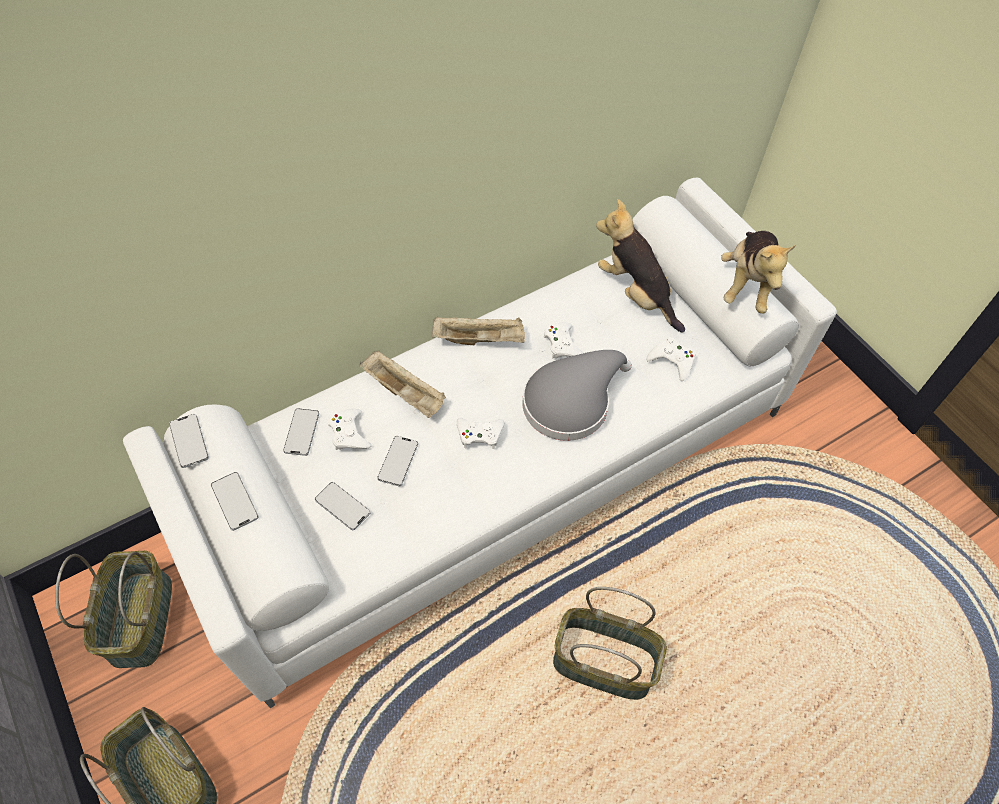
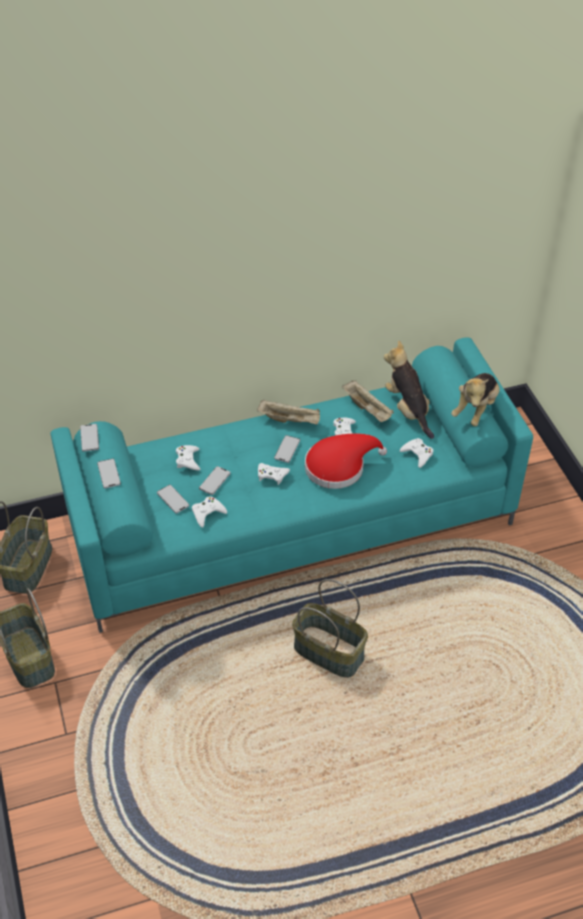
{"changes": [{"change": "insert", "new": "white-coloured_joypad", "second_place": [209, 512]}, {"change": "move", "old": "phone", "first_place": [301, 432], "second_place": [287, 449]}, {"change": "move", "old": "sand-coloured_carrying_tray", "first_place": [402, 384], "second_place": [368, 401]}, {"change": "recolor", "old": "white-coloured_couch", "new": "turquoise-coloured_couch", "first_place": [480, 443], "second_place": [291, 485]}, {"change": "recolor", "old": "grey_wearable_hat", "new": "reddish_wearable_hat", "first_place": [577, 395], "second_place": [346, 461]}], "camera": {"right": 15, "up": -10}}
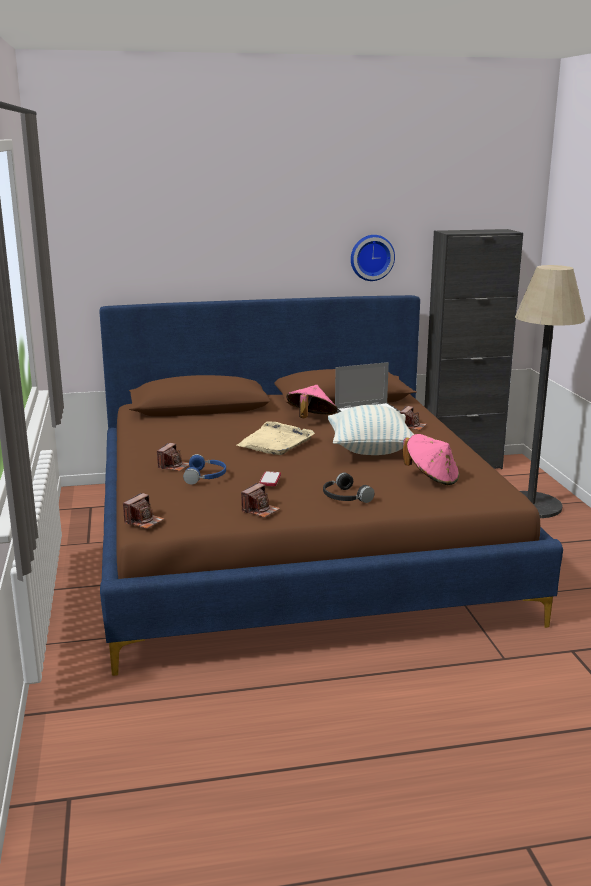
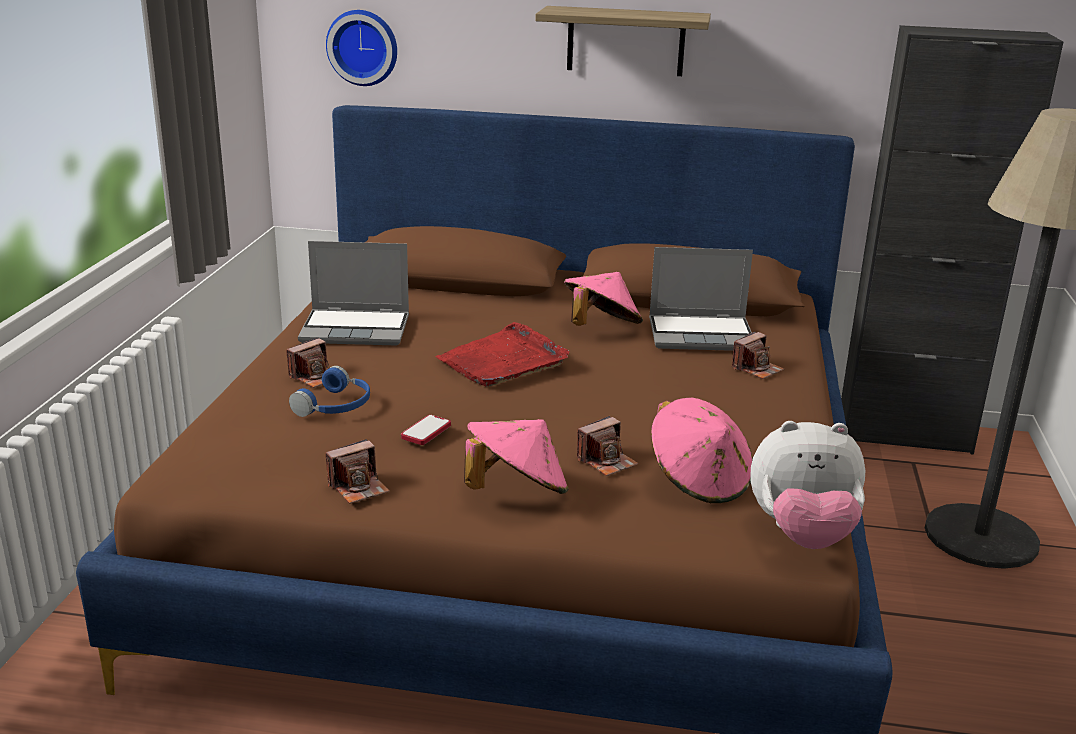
{"changes": [{"change": "delete", "old": "pillow", "first_place": [371, 430]}, {"change": "insert", "new": "laptop", "second_place": [353, 293]}, {"change": "insert", "new": "bracket_shelf", "second_place": [623, 41]}, {"change": "insert", "new": "soft_toy", "second_place": [808, 485]}, {"change": "move", "old": "still_camera", "first_place": [144, 511], "second_place": [608, 446]}, {"change": "move", "old": "wall_clock", "first_place": [373, 258], "second_place": [361, 48]}, {"change": "replace", "old": "black-coloured_headset", "new": "pink-coloured_wearable_hat", "first_place": [349, 488], "second_place": [516, 456]}, {"change": "recolor", "old": "sand-coloured_carrying_tray", "new": "reddish_carrying_tray", "first_place": [276, 438], "second_place": [502, 354]}], "camera": {"right": 20, "up": 5}}
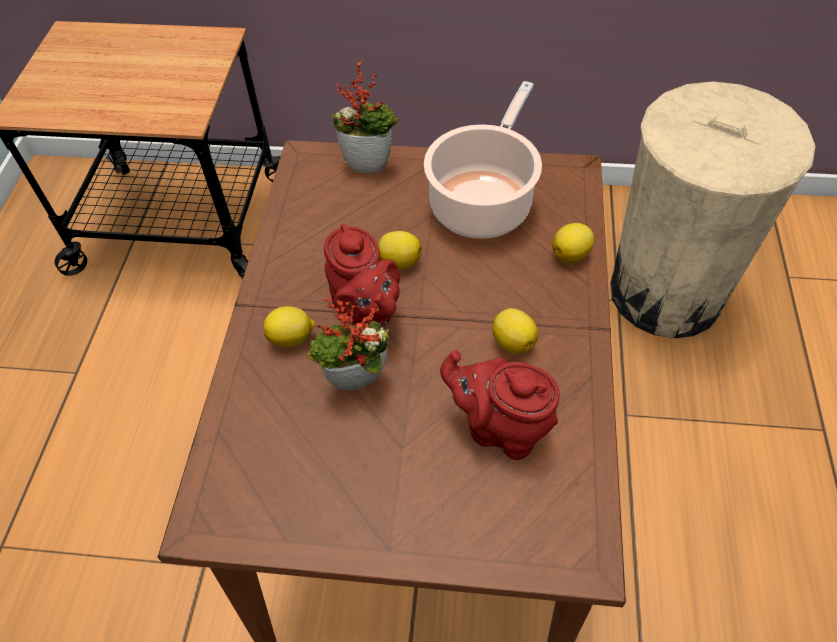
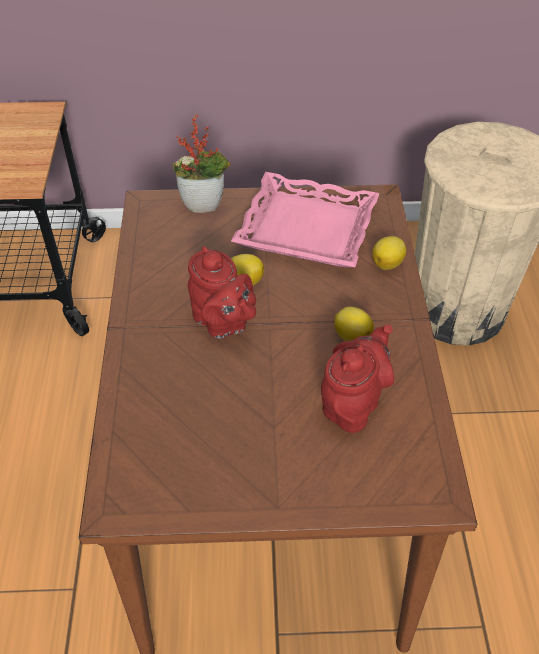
{"changes": [{"change": "delete", "old": "whole_lemon", "first_place": [289, 326]}, {"change": "delete", "old": "houseplant", "first_place": [348, 344]}, {"change": "replace", "old": "saucepot", "new": "pink-coloured_carrying_tray", "first_place": [483, 160], "second_place": [305, 219]}, {"change": "rotate", "old": "reddish_teapot", "first_place": [499, 405], "second_place": [357, 379], "degrees": 105}], "camera": {"right": -10, "up": -5}}
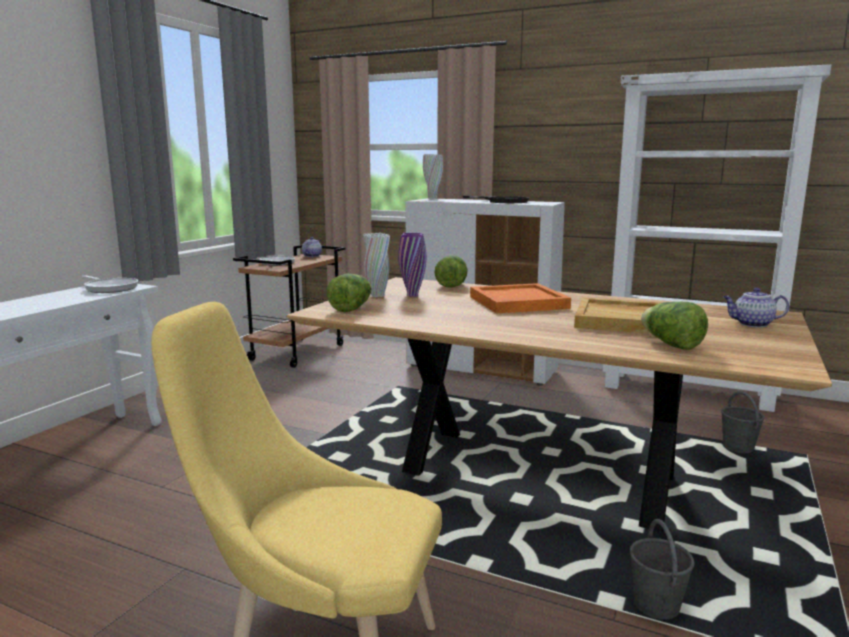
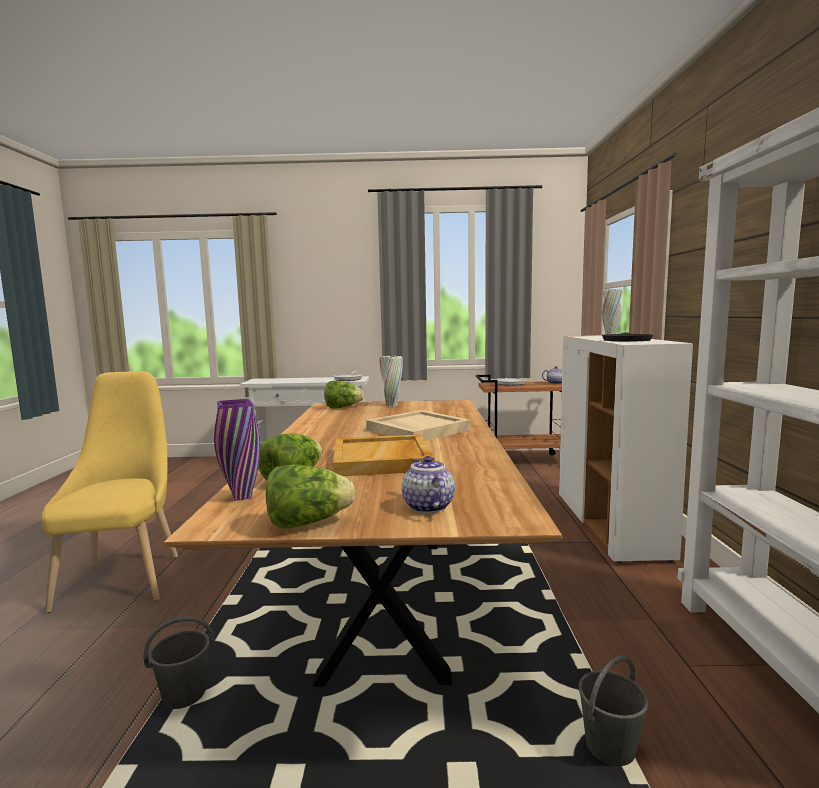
{"changes": [{"change": "move", "old": "purplish_vase", "first_place": [412, 264], "second_place": [237, 449]}, {"change": "move", "old": "lettuce", "first_place": [451, 271], "second_place": [310, 496]}, {"change": "recolor", "old": "orange_carrying_tray", "new": "sand-coloured_carrying_tray", "first_place": [520, 298], "second_place": [418, 425]}], "camera": {"right": 65, "up": -5}}
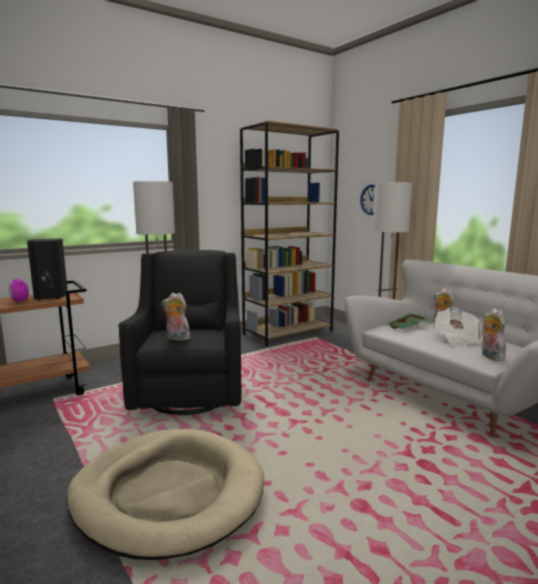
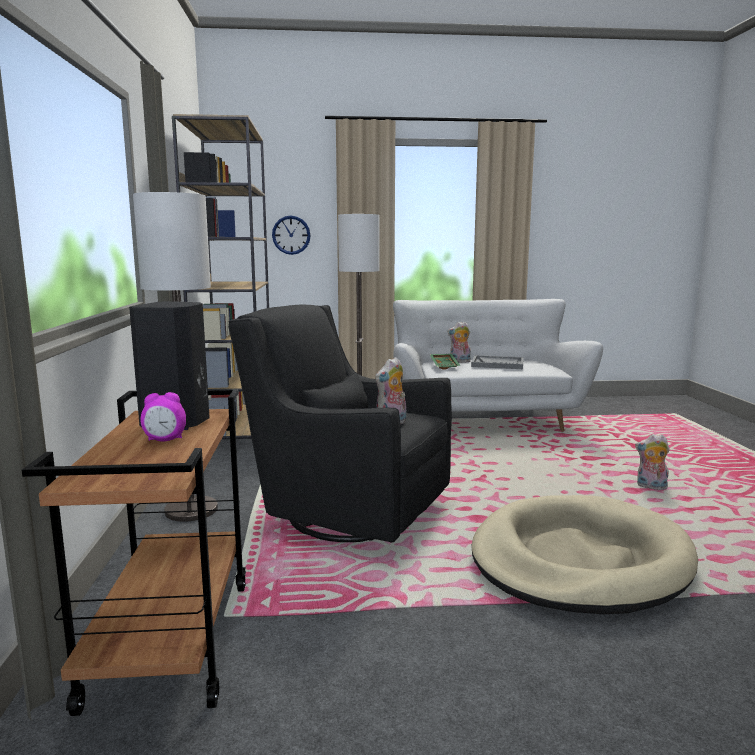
{"changes": [{"change": "move", "old": "soft_toy", "first_place": [495, 334], "second_place": [652, 462]}, {"change": "replace", "old": "newspaper", "new": "grey_carrying_tray", "first_place": [458, 327], "second_place": [497, 362]}], "camera": {"right": -60, "up": 0}}
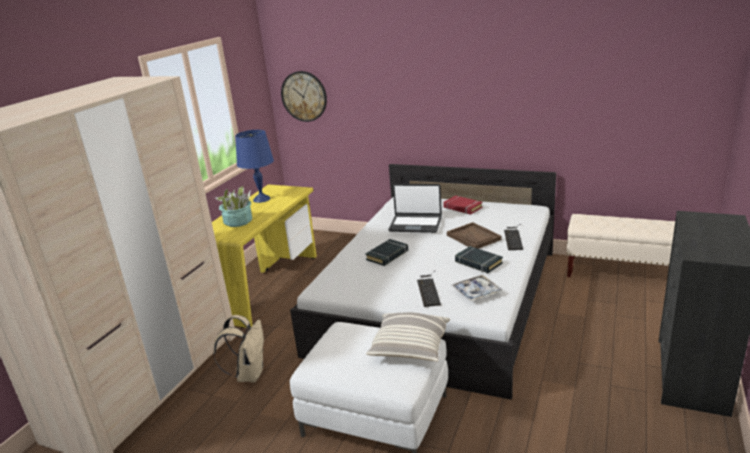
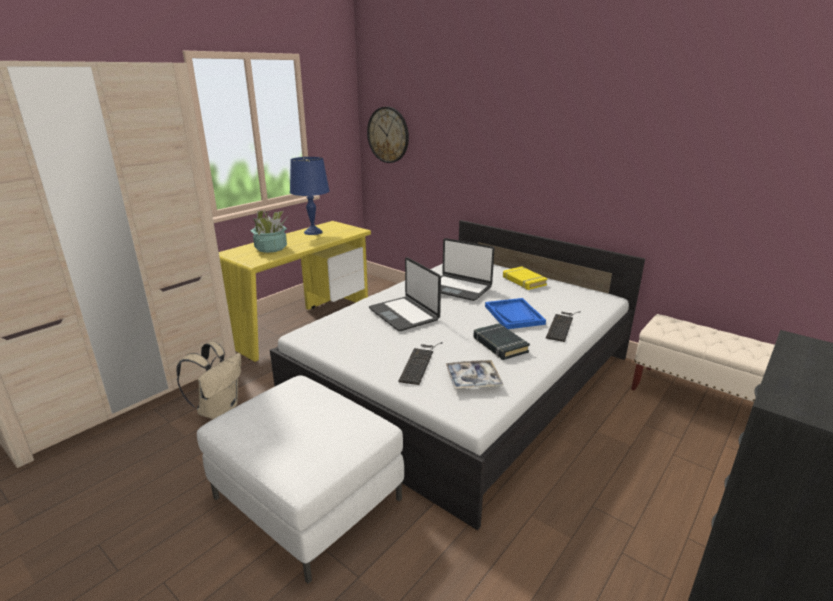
{"changes": [{"change": "delete", "old": "pillow", "first_place": [408, 337]}, {"change": "replace", "old": "black-coloured_book", "new": "laptop", "first_place": [386, 252], "second_place": [405, 294]}, {"change": "recolor", "old": "reddish_book", "new": "yellow_book", "first_place": [463, 205], "second_place": [525, 278]}, {"change": "recolor", "old": "brown-coloured_carrying_tray", "new": "bluish_carrying_tray", "first_place": [474, 235], "second_place": [515, 313]}], "camera": {"right": 15, "up": 0}}
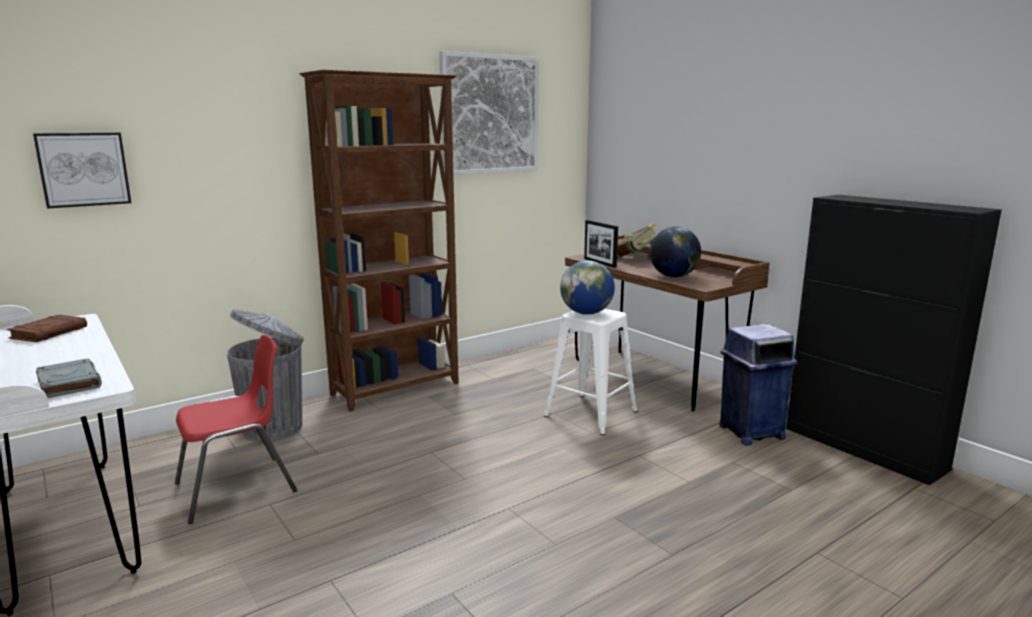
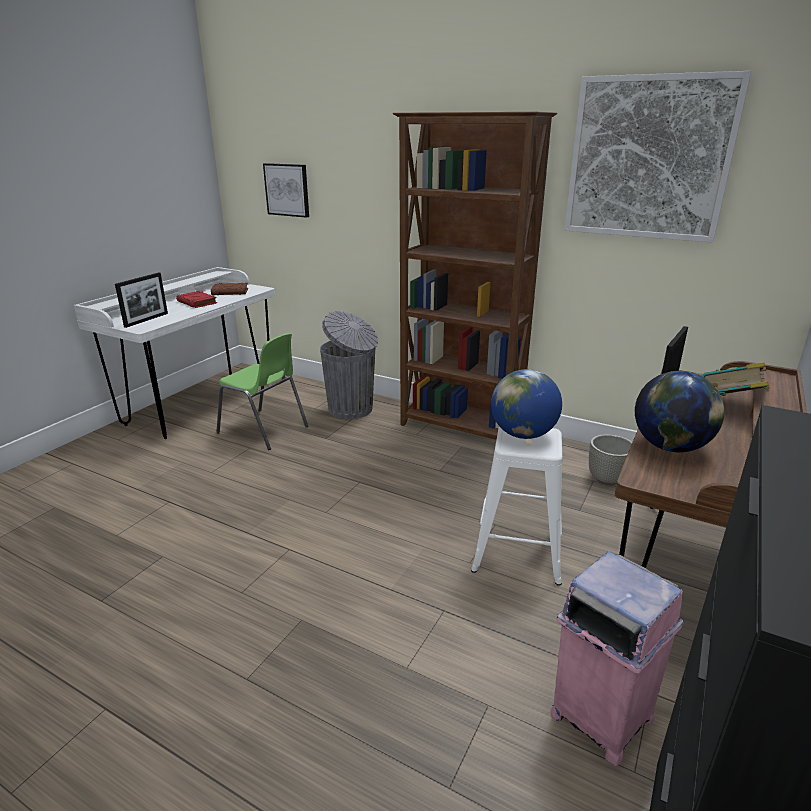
{"changes": [{"change": "insert", "new": "reddish_book", "second_place": [196, 299]}, {"change": "insert", "new": "grey_plant_pot", "second_place": [610, 459]}, {"change": "replace", "old": "grey_book", "new": "photo_frame", "first_place": [69, 378], "second_place": [141, 300]}, {"change": "recolor", "old": "reddish_plain_chair", "new": "green_plain_chair", "first_place": [236, 429], "second_place": [262, 391]}, {"change": "recolor", "old": "bluish_rubbish_bin", "new": "pink-coloured_rubbish_bin", "first_place": [758, 385], "second_place": [616, 659]}], "camera": {"right": 65, "up": 10}}
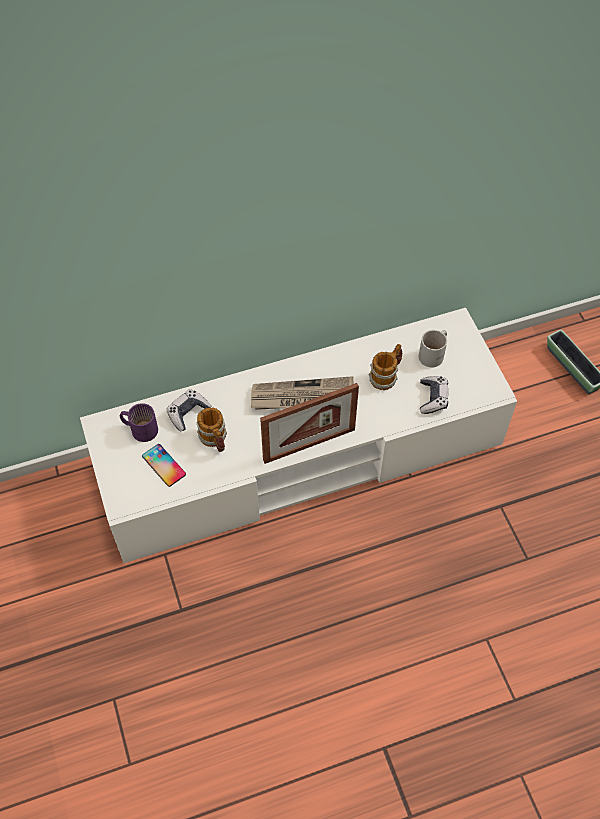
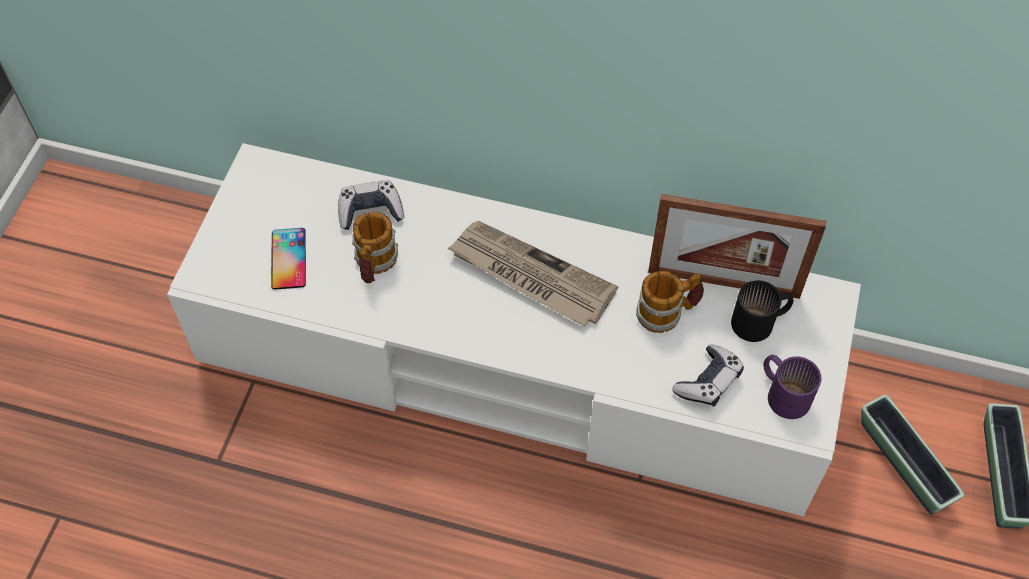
{"changes": [{"change": "insert", "new": "plant_pot", "second_place": [912, 454]}, {"change": "move", "old": "purplish_tea_mug", "first_place": [139, 422], "second_place": [793, 387]}, {"change": "move", "old": "photo_frame", "first_place": [309, 423], "second_place": [737, 246]}, {"change": "recolor", "old": "white-coloured_tea_mug", "new": "black-coloured_tea_mug", "first_place": [433, 348], "second_place": [762, 311]}], "camera": {"right": 35, "up": 0}}
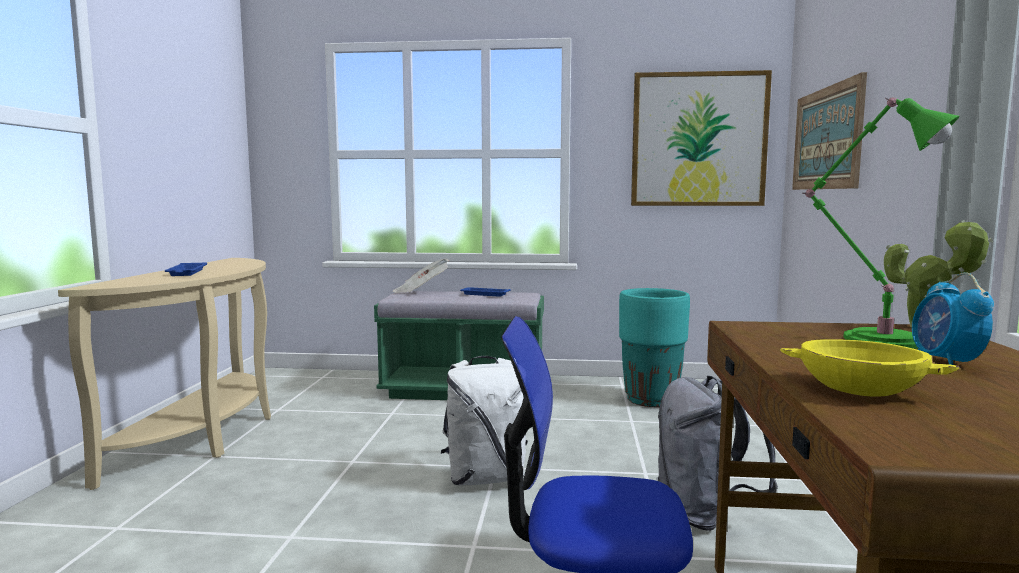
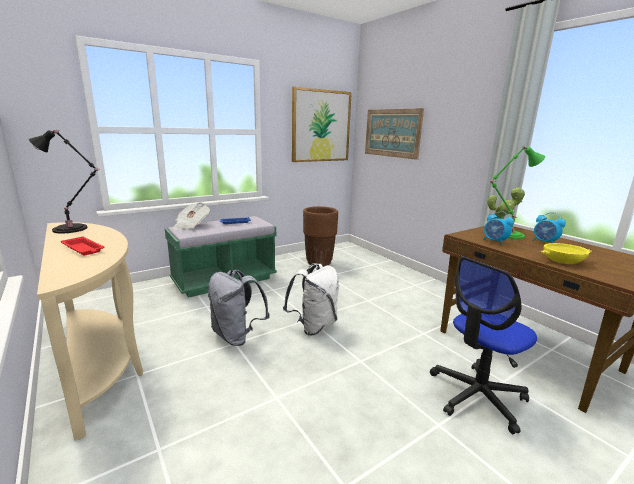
{"changes": [{"change": "insert", "new": "black-coloured_table_lamp", "second_place": [64, 181]}, {"change": "insert", "new": "table_clock", "second_place": [498, 228]}, {"change": "move", "old": "grey_knapsack", "first_place": [717, 453], "second_place": [239, 308]}, {"change": "recolor", "old": "bluish_carrying_tray", "new": "reddish_carrying_tray", "first_place": [186, 269], "second_place": [83, 245]}, {"change": "recolor", "old": "turquoise-coloured_plant_pot", "new": "brown-coloured_plant_pot", "first_place": [654, 347], "second_place": [320, 236]}], "camera": {"right": -40, "up": 10}}
